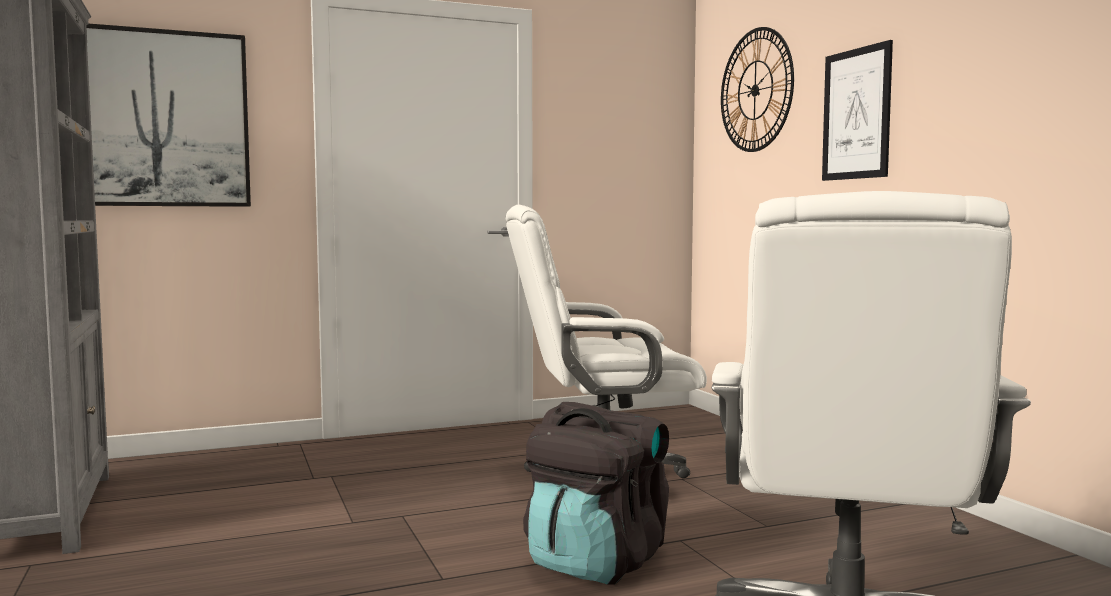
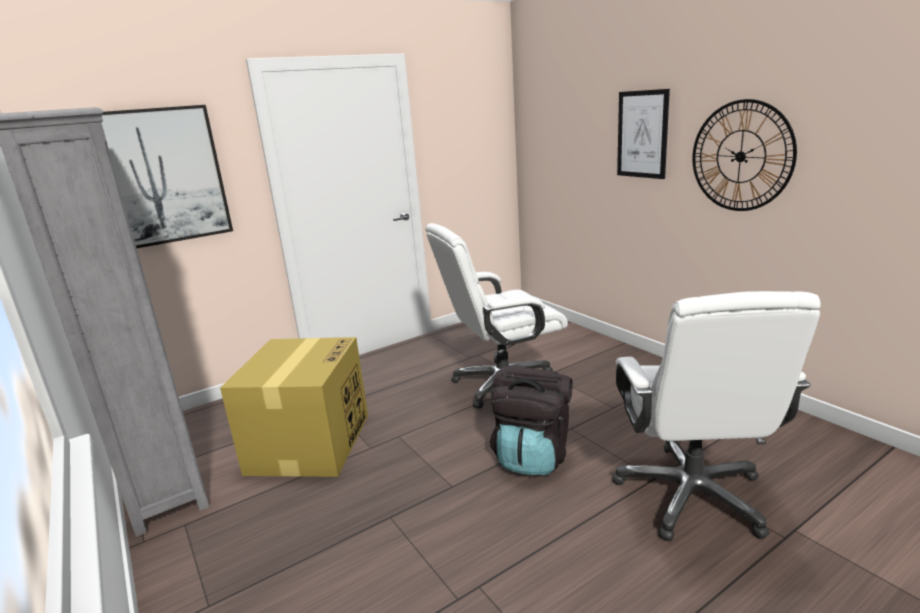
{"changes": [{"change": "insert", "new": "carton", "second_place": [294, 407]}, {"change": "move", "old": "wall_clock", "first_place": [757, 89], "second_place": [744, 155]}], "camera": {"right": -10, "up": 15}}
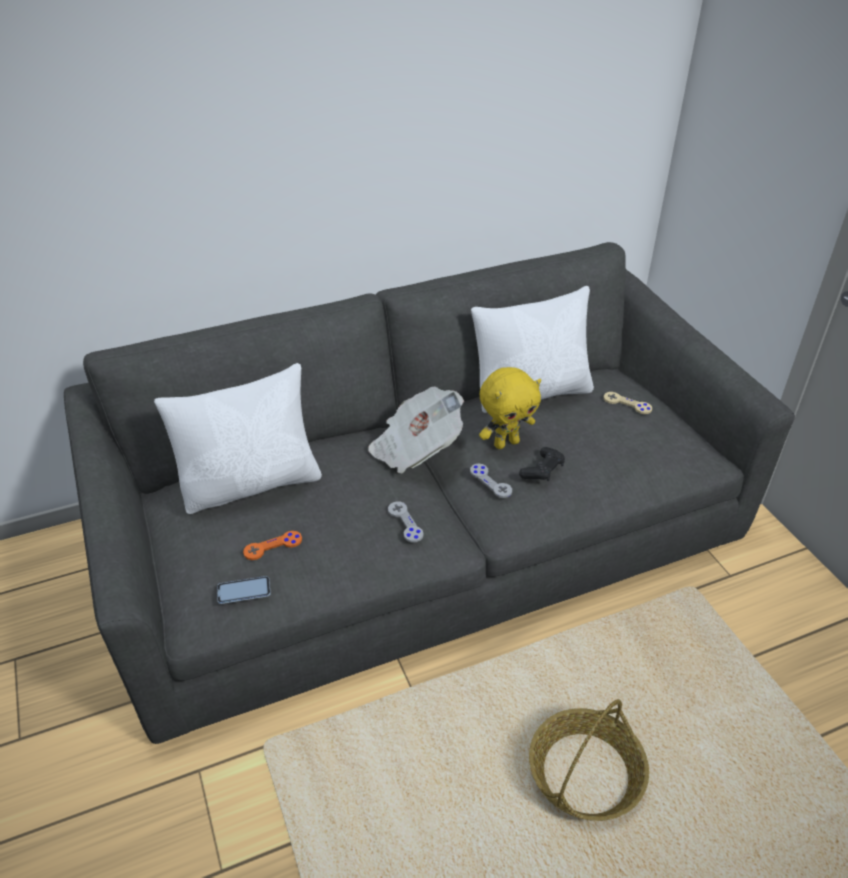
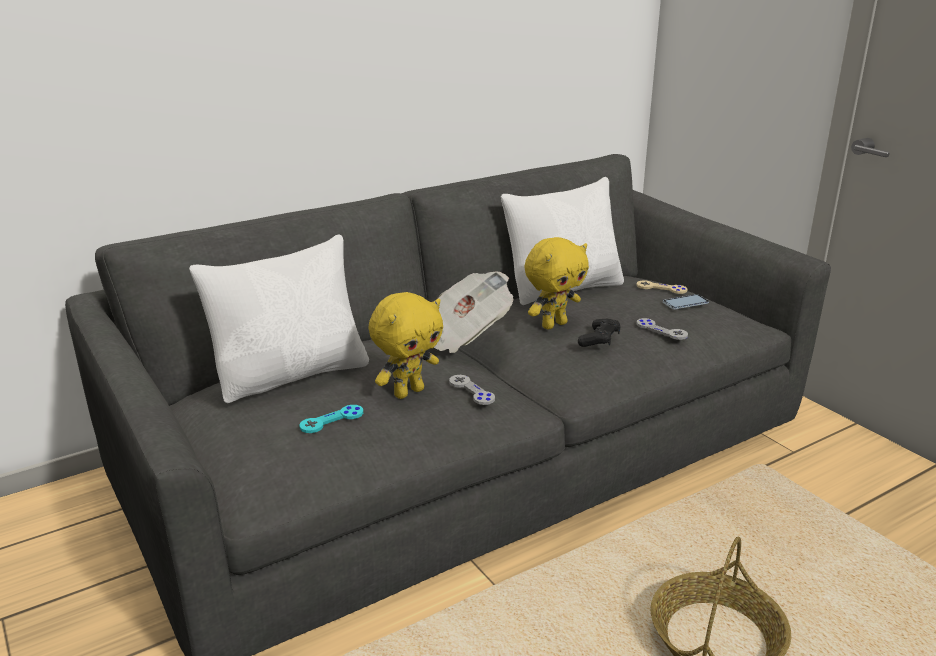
{"changes": [{"change": "insert", "new": "yellow_soft_toy", "second_place": [406, 345]}, {"change": "move", "old": "phone", "first_place": [244, 590], "second_place": [686, 302]}, {"change": "move", "old": "grey_joypad", "first_place": [491, 481], "second_place": [662, 329]}, {"change": "recolor", "old": "orange_joypad", "new": "turquoise-coloured_joypad", "first_place": [272, 545], "second_place": [331, 419]}], "camera": {"right": -10, "up": -15}}
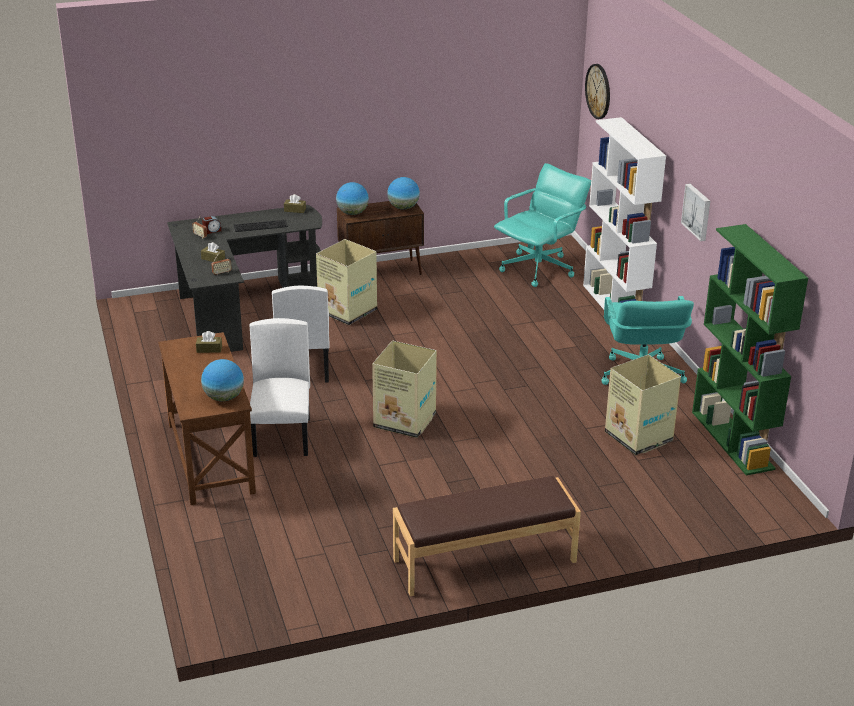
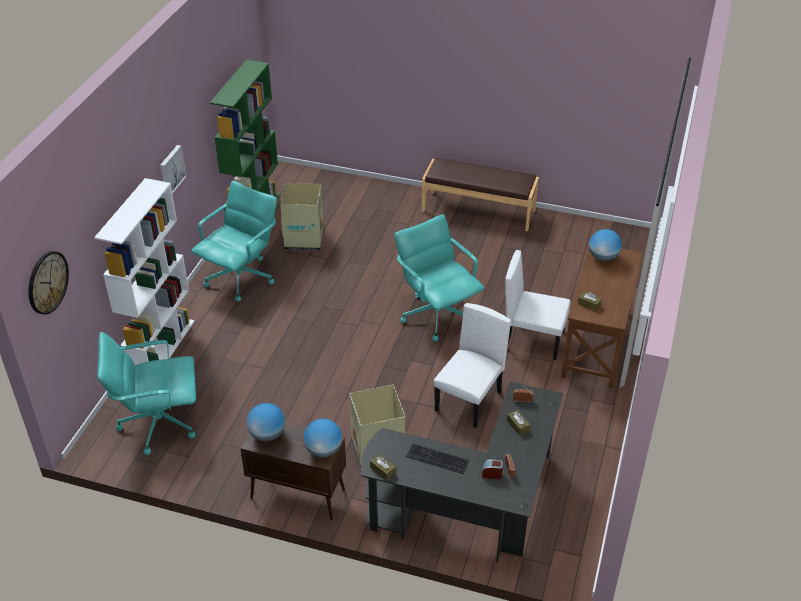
{"changes": [{"change": "replace", "old": "carton", "new": "turquoise-coloured_office_chair", "first_place": [404, 389], "second_place": [439, 277]}, {"change": "rotate", "old": "white-coloured_plain_chair", "first_place": [280, 387], "second_place": [537, 305], "degrees": 75}], "camera": {"right": -145, "up": 10}}
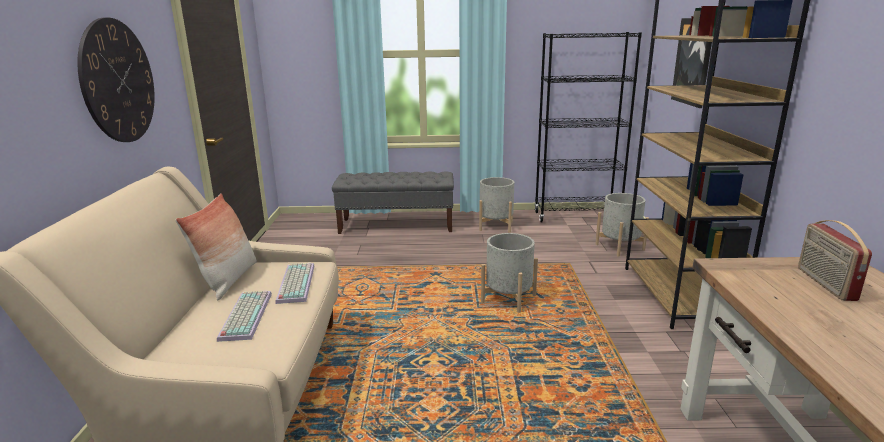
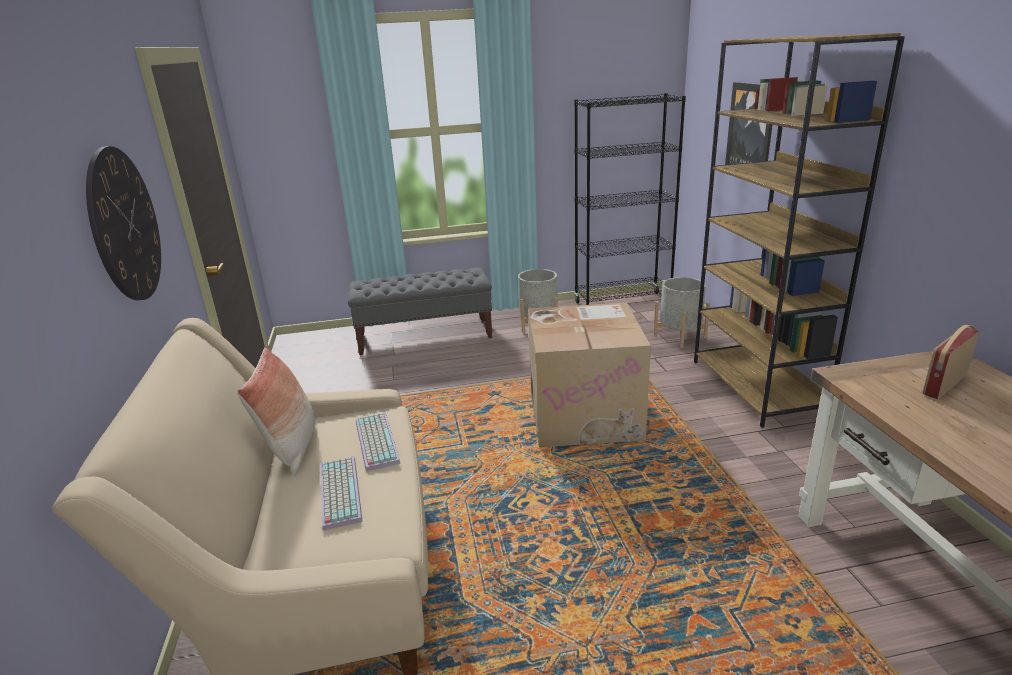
{"changes": [{"change": "replace", "old": "grey_plant_pot", "new": "carton", "first_place": [509, 273], "second_place": [589, 375]}, {"change": "rotate", "old": "radio_receiver", "first_place": [835, 260], "second_place": [951, 362], "degrees": 60}], "camera": {"right": -10, "up": 5}}
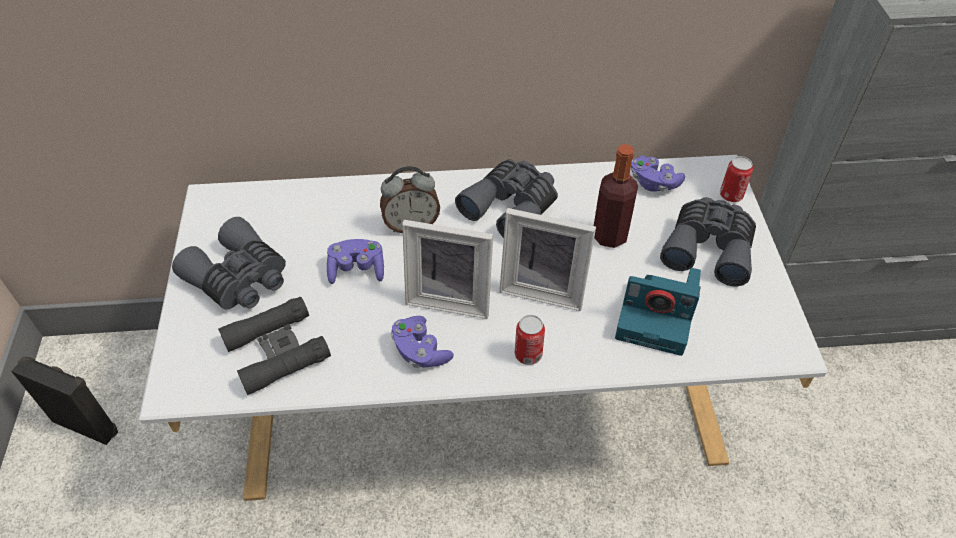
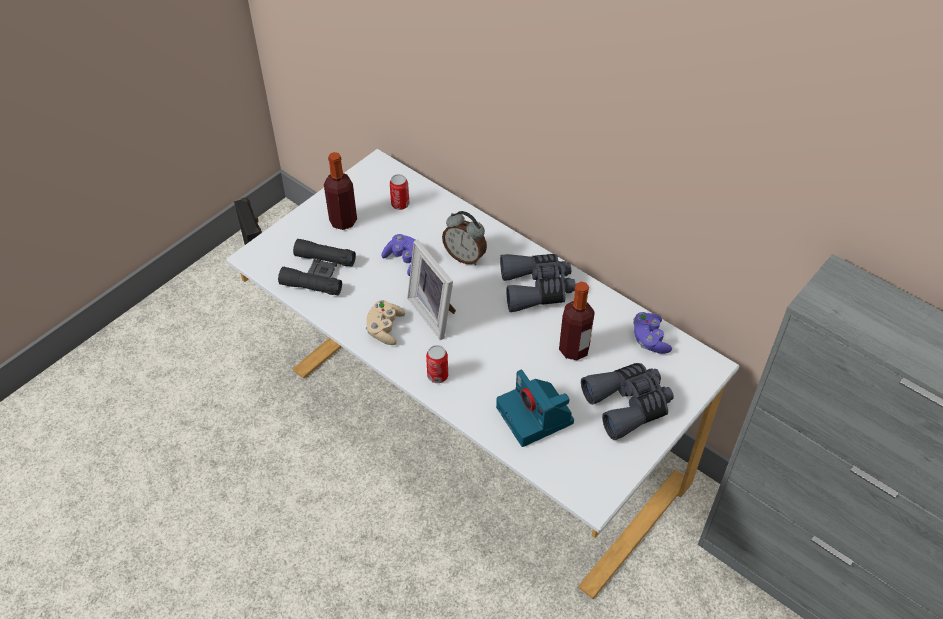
{"changes": [{"change": "delete", "old": "photo_frame", "first_place": [547, 259]}, {"change": "move", "old": "sealed_can", "first_place": [736, 179], "second_place": [400, 192]}, {"change": "replace", "old": "grey_pair_of_binoculars", "new": "drink_bottle", "first_place": [229, 263], "second_place": [340, 191]}, {"change": "recolor", "old": "purplish_joypad", "new": "sand-coloured_joypad", "first_place": [422, 342], "second_place": [385, 322]}], "camera": {"right": 45, "up": 0}}
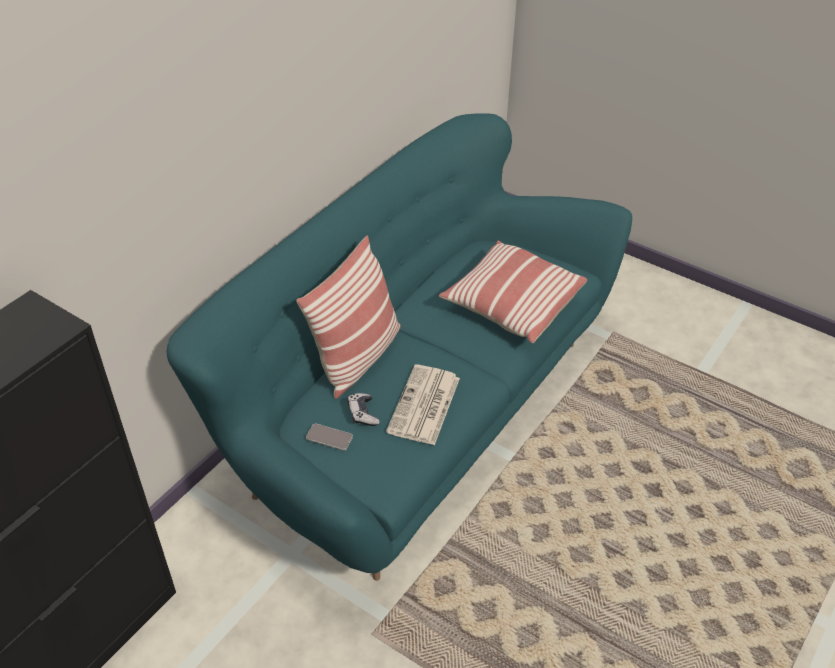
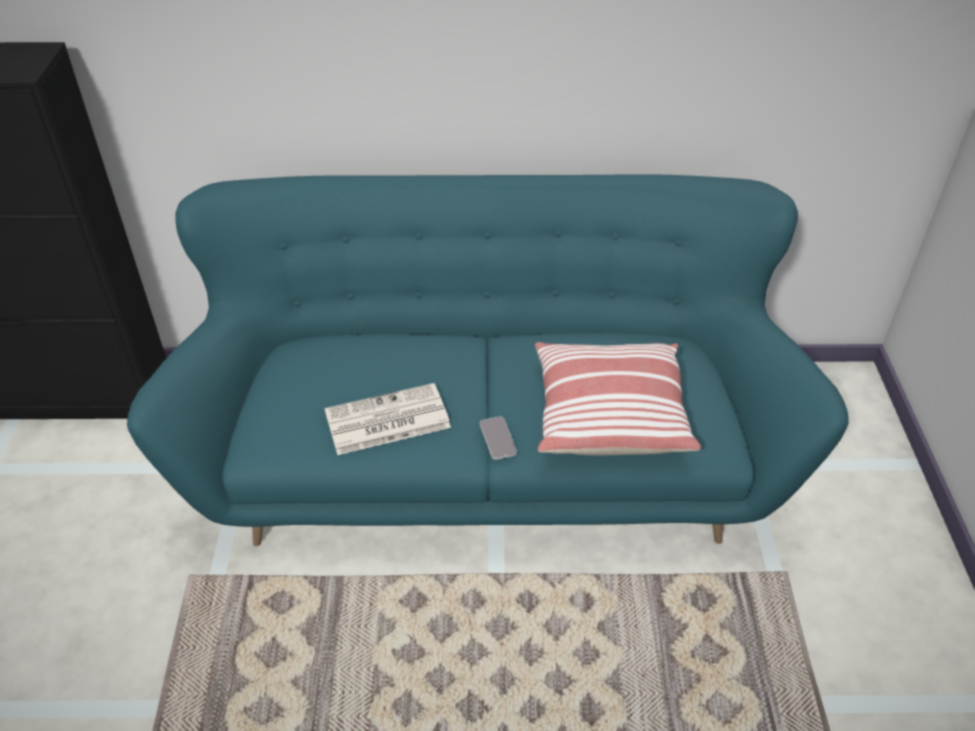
{"changes": [{"change": "delete", "old": "pillow", "first_place": [348, 317]}, {"change": "delete", "old": "joypad", "first_place": [363, 409]}, {"change": "move", "old": "phone", "first_place": [329, 437], "second_place": [498, 438]}], "camera": {"right": 55, "up": 0}}
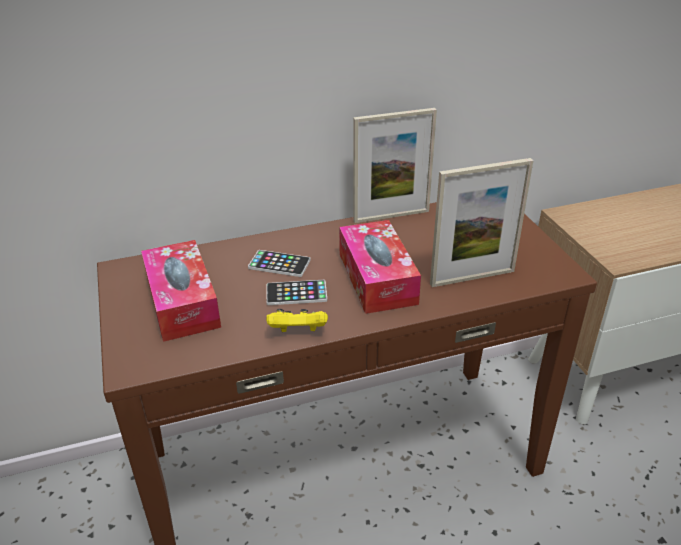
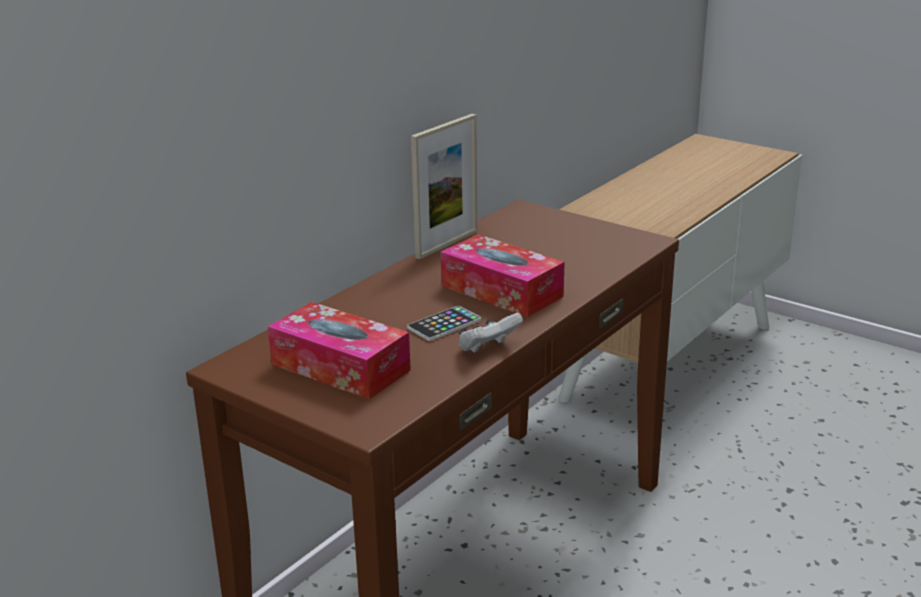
{"changes": [{"change": "delete", "old": "phone", "first_place": [279, 263]}, {"change": "delete", "old": "photo_frame", "first_place": [481, 222]}, {"change": "recolor", "old": "yellow_joypad", "new": "white-coloured_joypad", "first_place": [297, 320], "second_place": [491, 333]}], "camera": {"right": -35, "up": -10}}
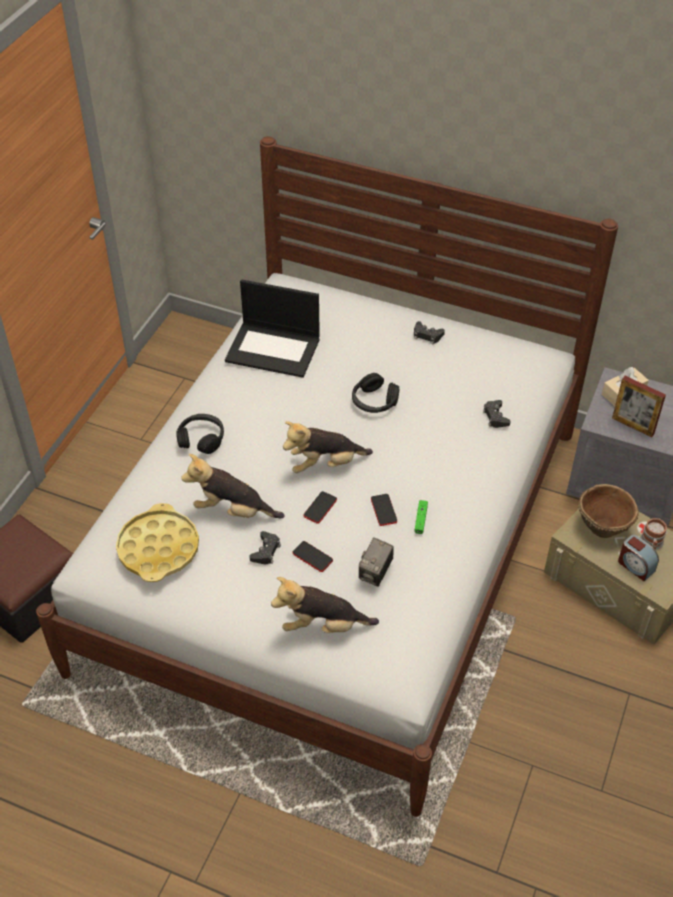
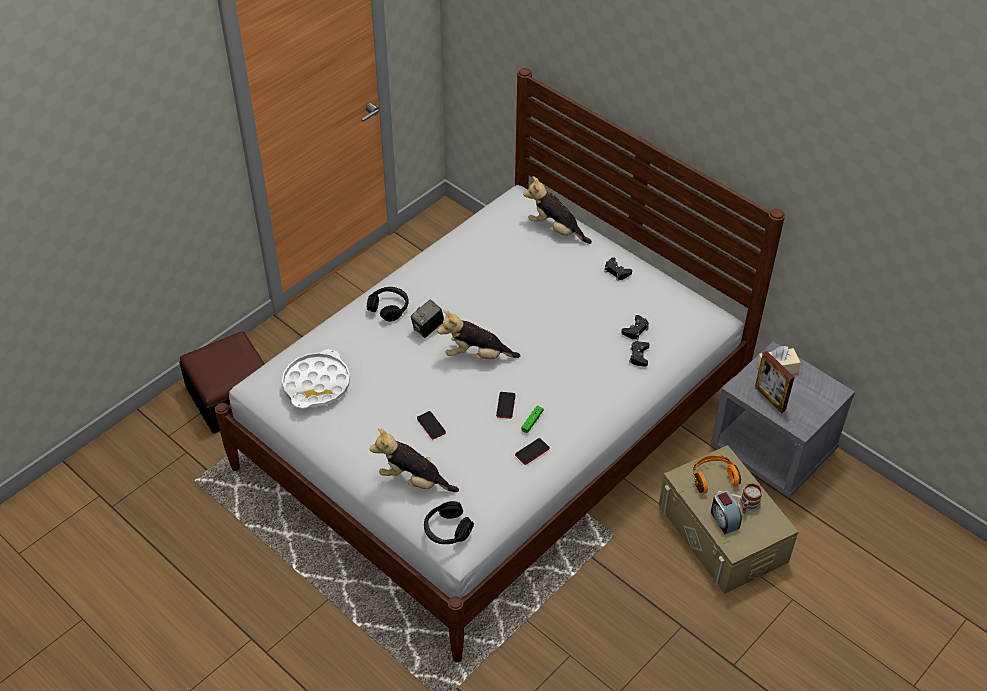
{"changes": [{"change": "delete", "old": "laptop", "first_place": [272, 328]}, {"change": "move", "old": "soft_toy", "first_place": [232, 486], "second_place": [557, 210]}, {"change": "move", "old": "black-coloured_joypad", "first_place": [265, 547], "second_place": [635, 327]}, {"change": "move", "old": "phone", "first_place": [320, 507], "second_place": [532, 451]}, {"change": "move", "old": "black-coloured_headset", "first_place": [375, 393], "second_place": [449, 522]}, {"change": "move", "old": "still_camera", "first_place": [376, 562], "second_place": [427, 318]}, {"change": "replace", "old": "brown-coloured_bowl", "new": "orange_headset", "first_place": [608, 511], "second_place": [717, 474]}, {"change": "recolor", "old": "yellow_carrying_tray", "new": "white-coloured_carrying_tray", "first_place": [157, 542], "second_place": [316, 379]}], "camera": {"right": 20, "up": 0}}
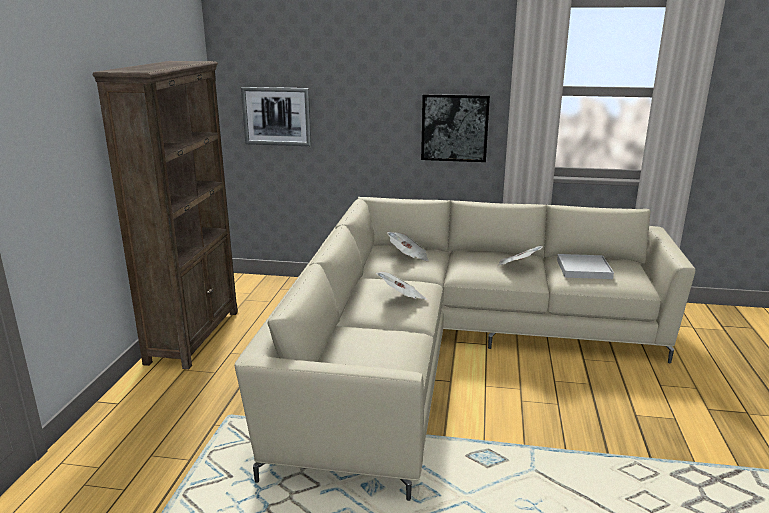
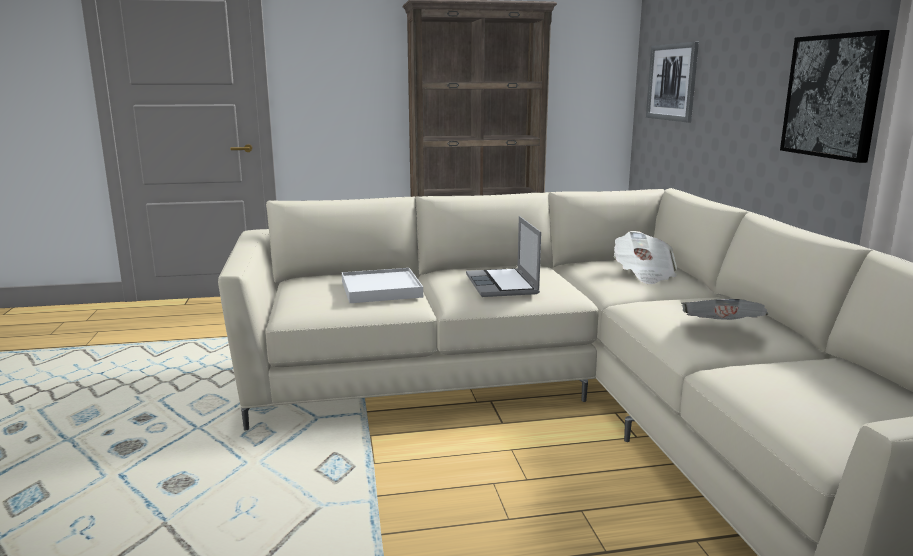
{"changes": [{"change": "move", "old": "white-coloured_carrying_tray", "first_place": [585, 266], "second_place": [382, 285]}, {"change": "replace", "old": "newspaper", "new": "laptop", "first_place": [401, 286], "second_place": [503, 256]}], "camera": {"right": 70, "up": -5}}
